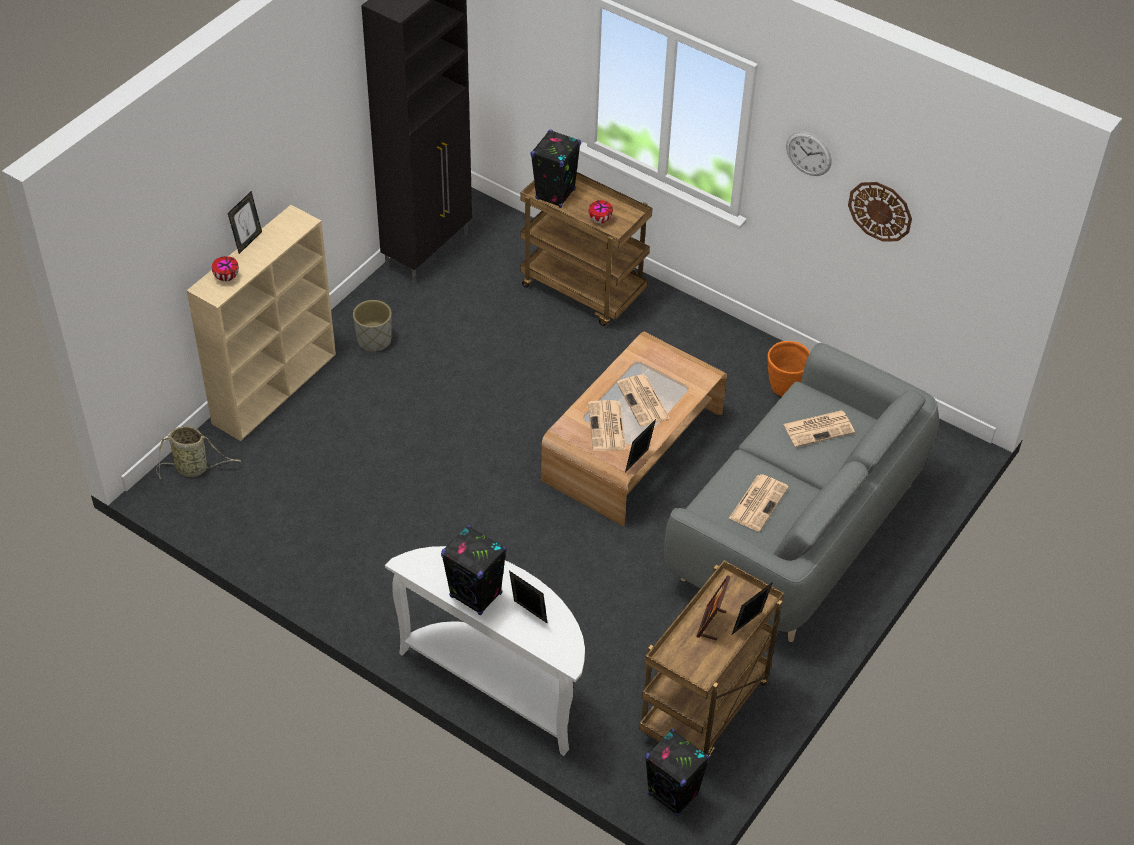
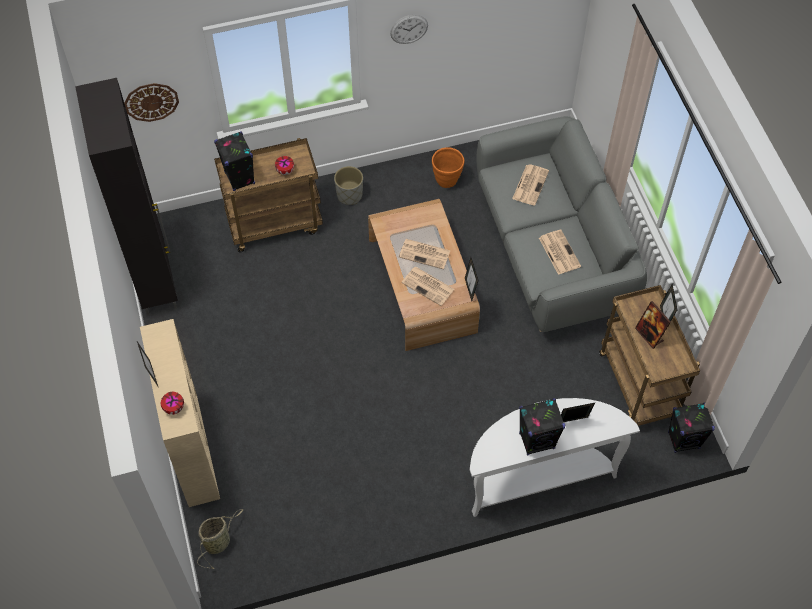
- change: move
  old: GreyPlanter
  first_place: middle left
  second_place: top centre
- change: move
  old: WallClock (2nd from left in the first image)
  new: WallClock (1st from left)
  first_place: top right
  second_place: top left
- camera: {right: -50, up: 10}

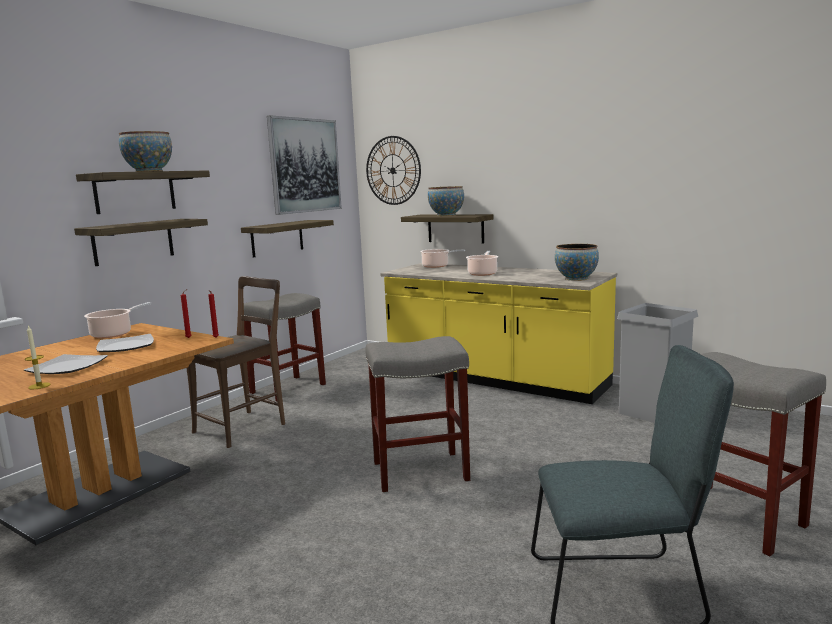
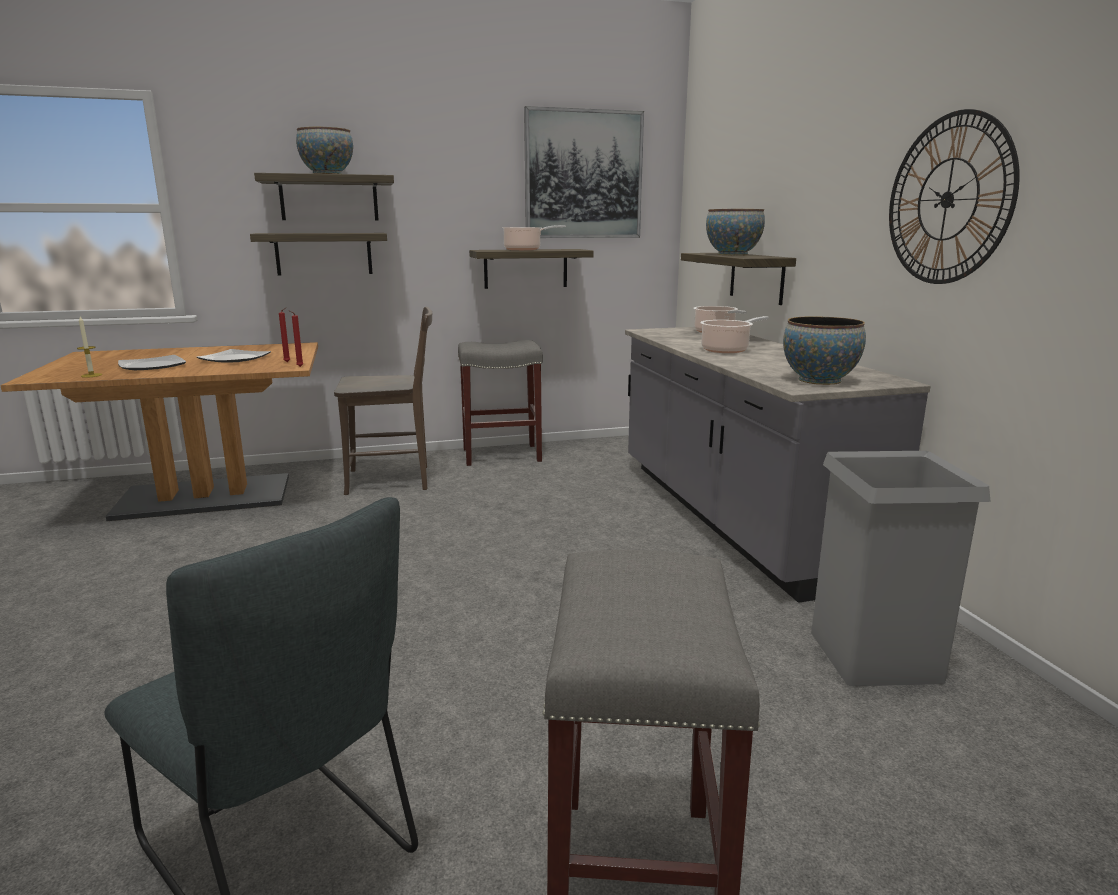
- change: delete
  old: GreyStool (2nd from left)
  first_place: centre
- change: move
  old: CookingPot (1st from left)
  first_place: middle left
  second_place: top centre
- change: move
  old: WallClock
  first_place: top centre
  second_place: top right
- change: recolor
  old: YellowCounter
  new: GreyCounter
  first_place: centre
  second_place: middle right
- camera: {right: 40, up: 5}

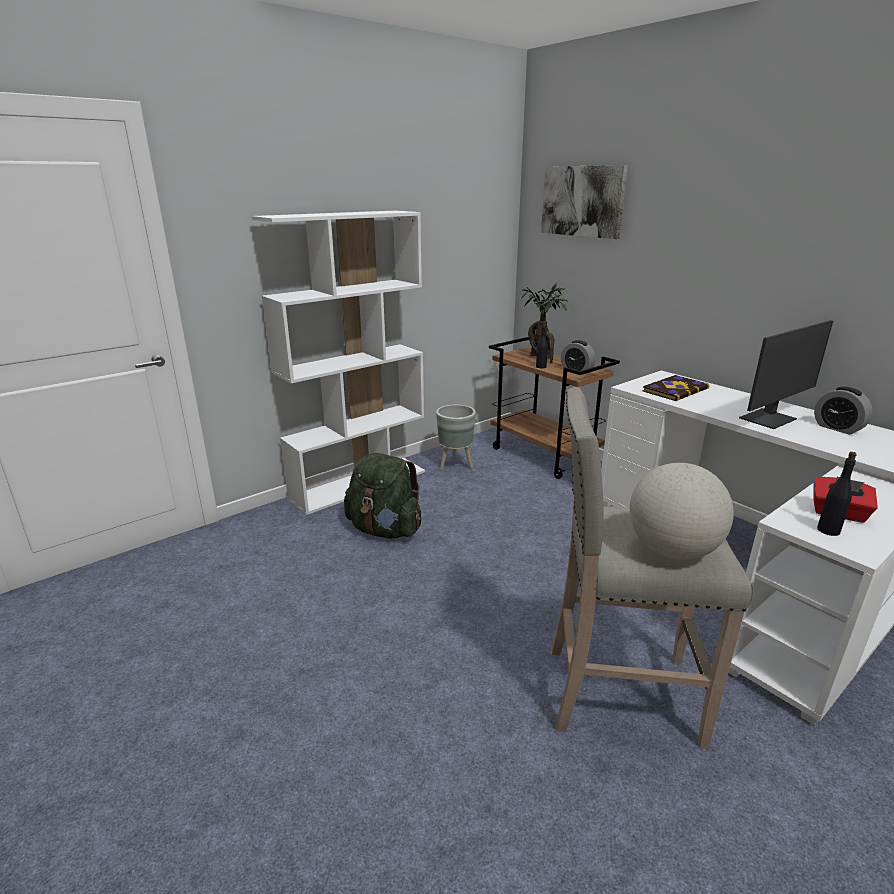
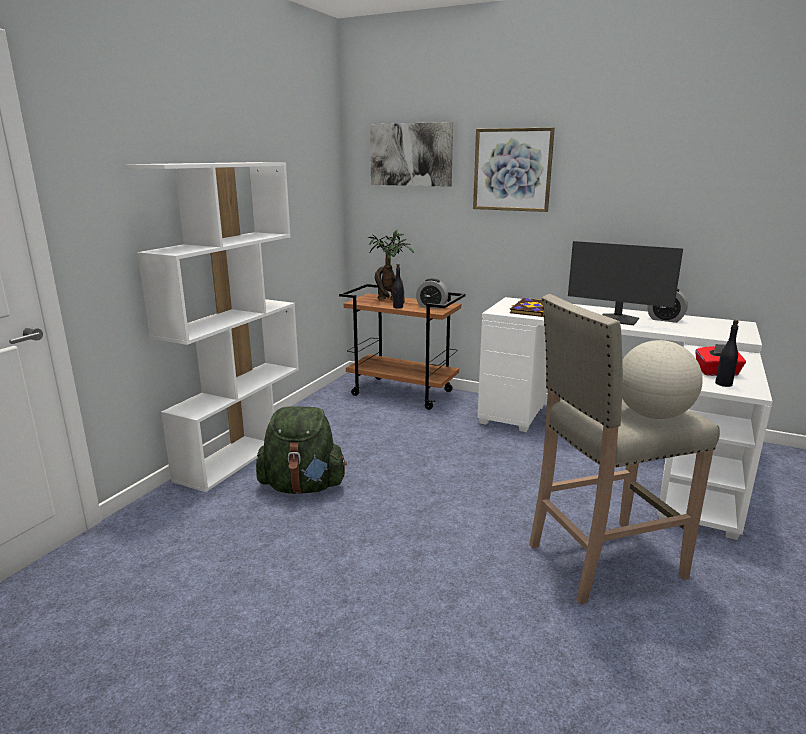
- change: delete
  old: GreyPlanter
  first_place: centre
- change: insert
  new: Picture (2nd from left)
  second_place: top centre
- change: rotate
  old: Monitor
  first_place: middle right
  second_place: middle right
  degrees: 90
- camera: {right: -25, up: -5}

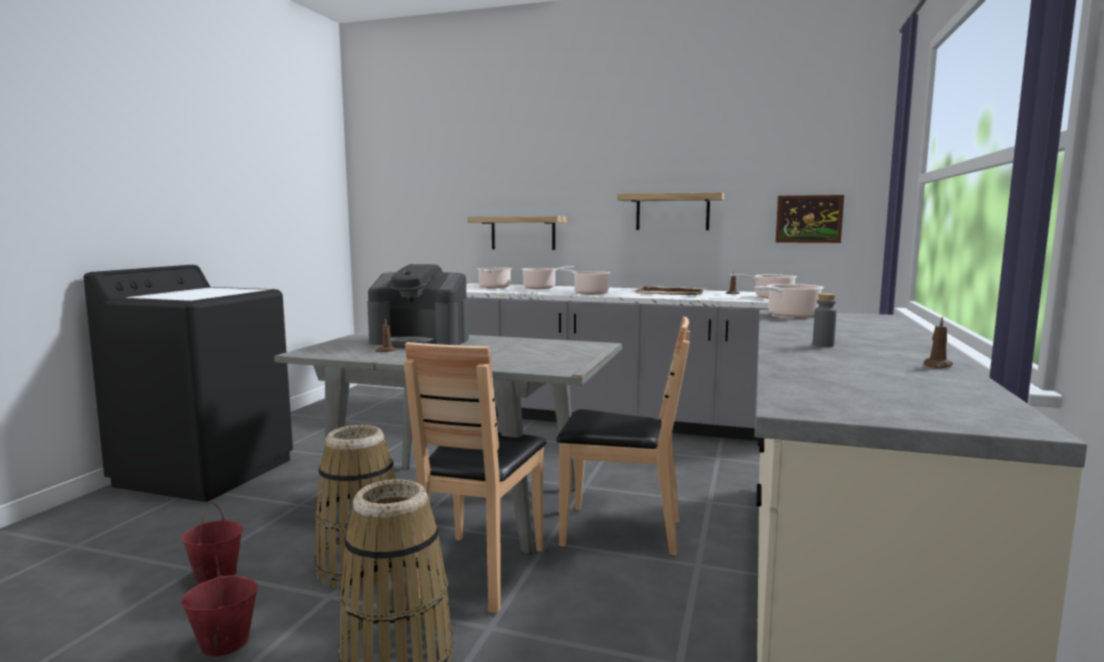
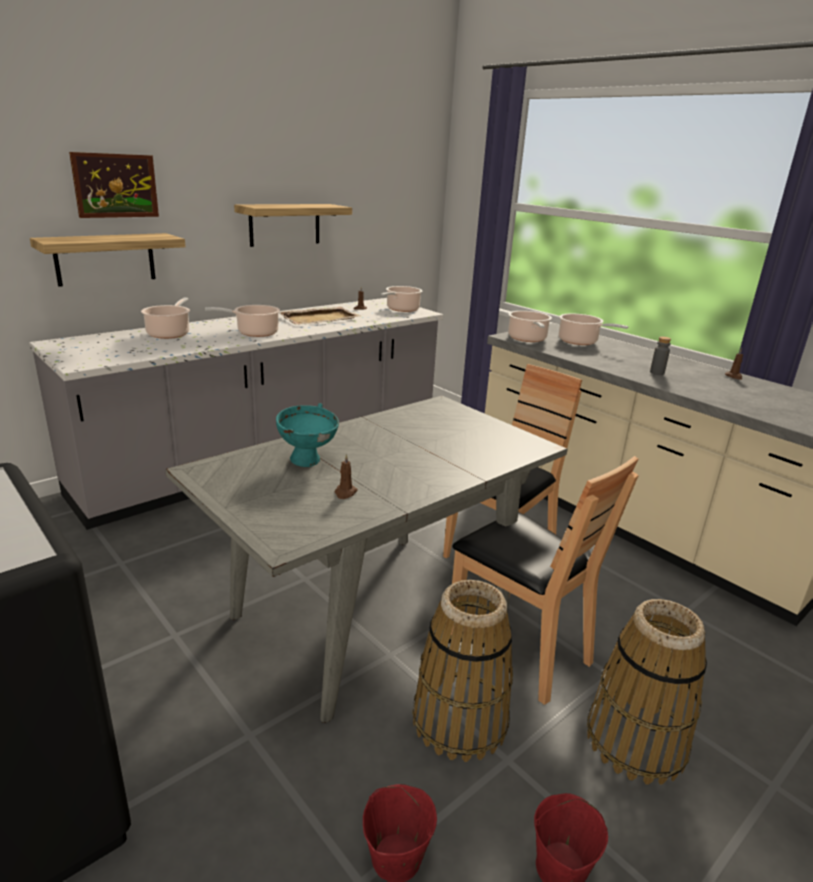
- change: move
  old: CookingPot (1st from left in the first image)
  new: CookingPot (5th from left)
  first_place: centre
  second_place: middle right
- change: move
  old: Picture
  first_place: top right
  second_place: top left
- change: replace
  old: CoffeeMachine
  new: TurquoiseBowl
  first_place: centre
  second_place: centre
- camera: {right: -60, up: 15}

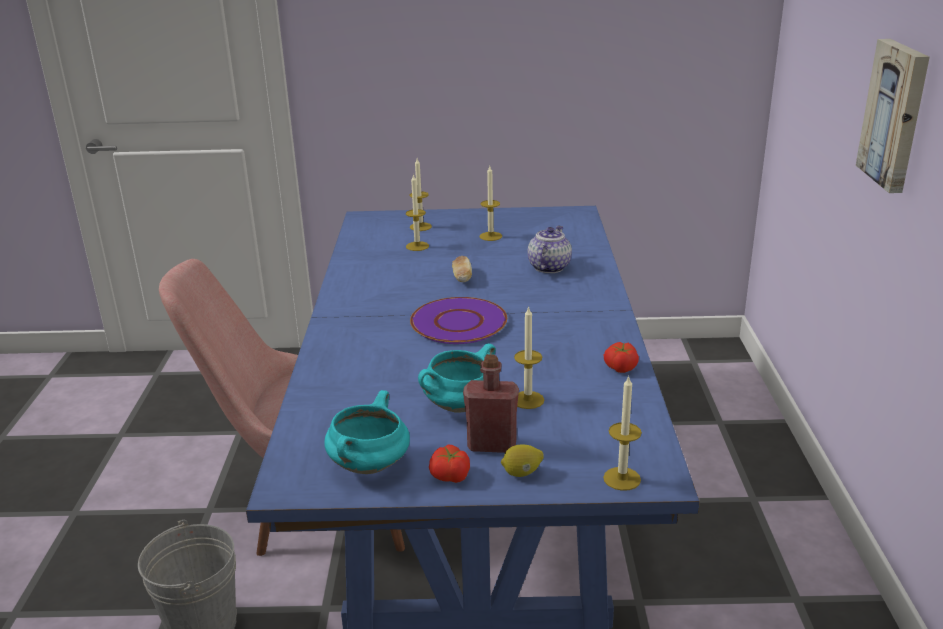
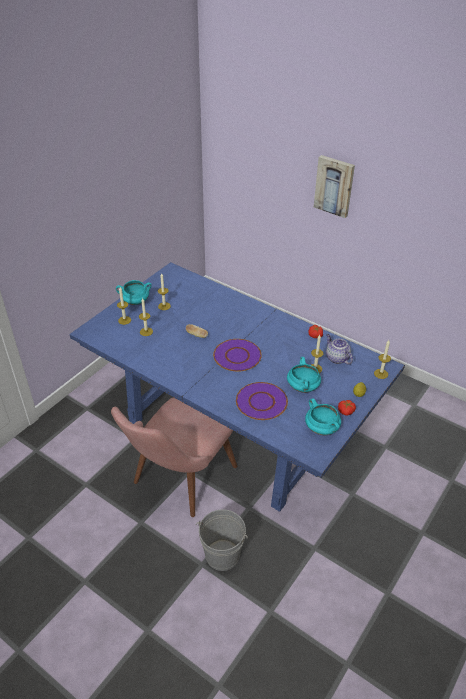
- change: delete
  old: RedBottle
  first_place: centre
- change: insert
  new: TurquoiseCookingPot (1st from left)
  second_place: middle left
- change: insert
  new: PurplePlate (2nd from left)
  second_place: centre
- change: move
  old: Teapot
  first_place: centre
  second_place: middle right
- camera: {right: -55, up: 15}

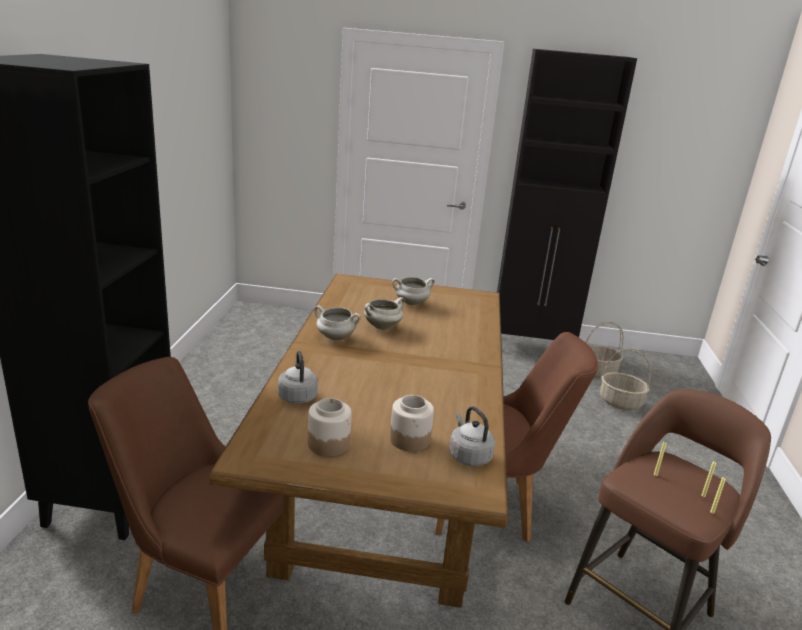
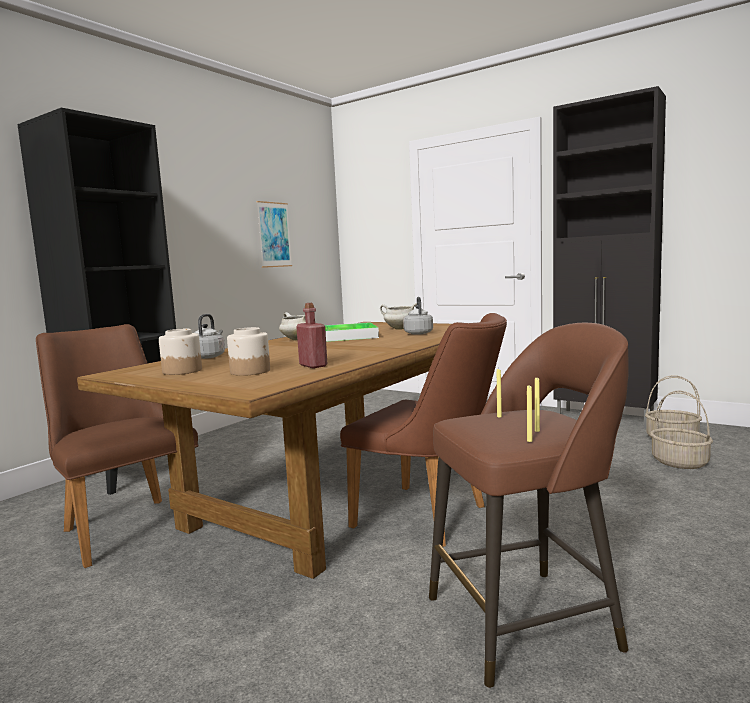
- change: insert
  new: Picture
  second_place: top centre
- change: insert
  new: RedBottle
  second_place: centre
- change: move
  old: GreyKettle (2nd from left)
  first_place: bottom centre
  second_place: centre
- change: replace
  old: WhiteCookingPot (2nd from left)
  new: Tray
  first_place: centre
  second_place: centre
- camera: {right: 30, up: -15}

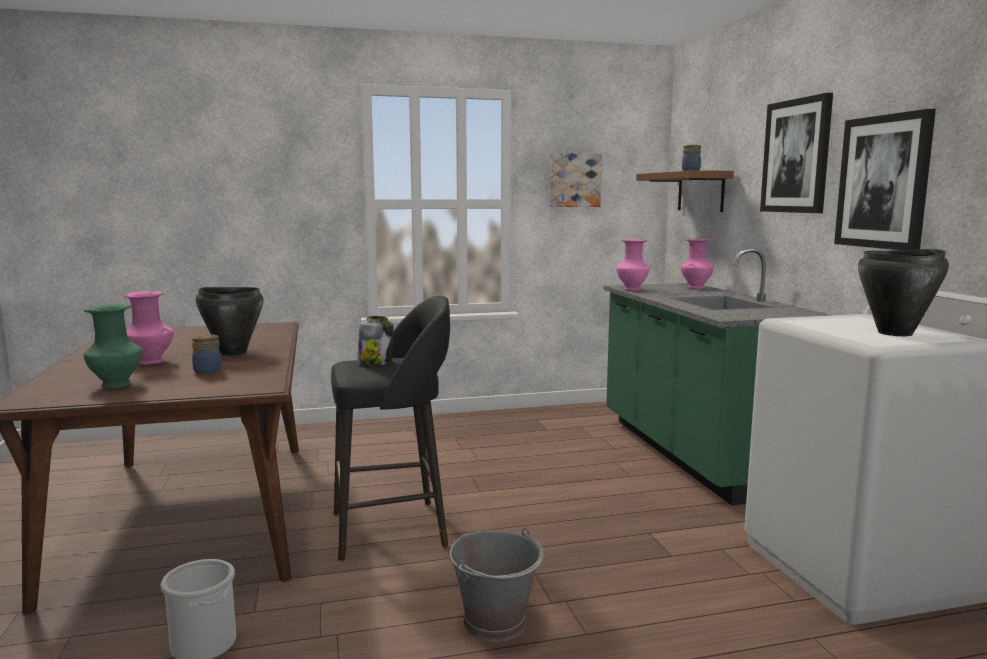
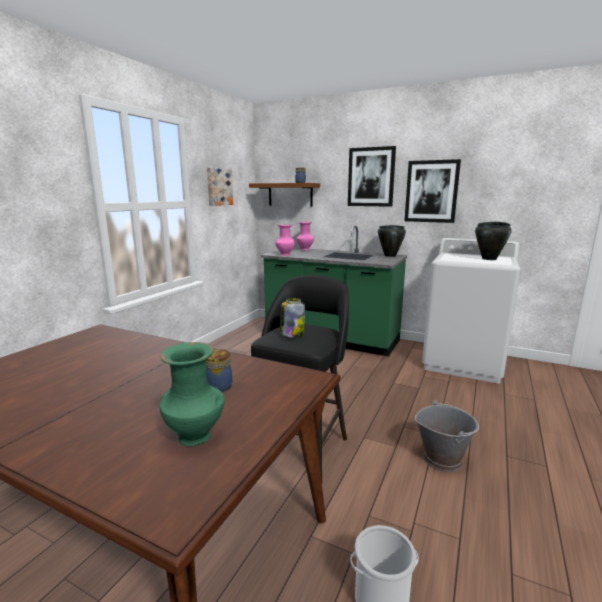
- change: delete
  old: PinkVase (1st from left)
  first_place: middle left
- change: move
  old: BlackCookingPot (1st from left)
  first_place: middle left
  second_place: centre
- camera: {right: -50, up: 5}

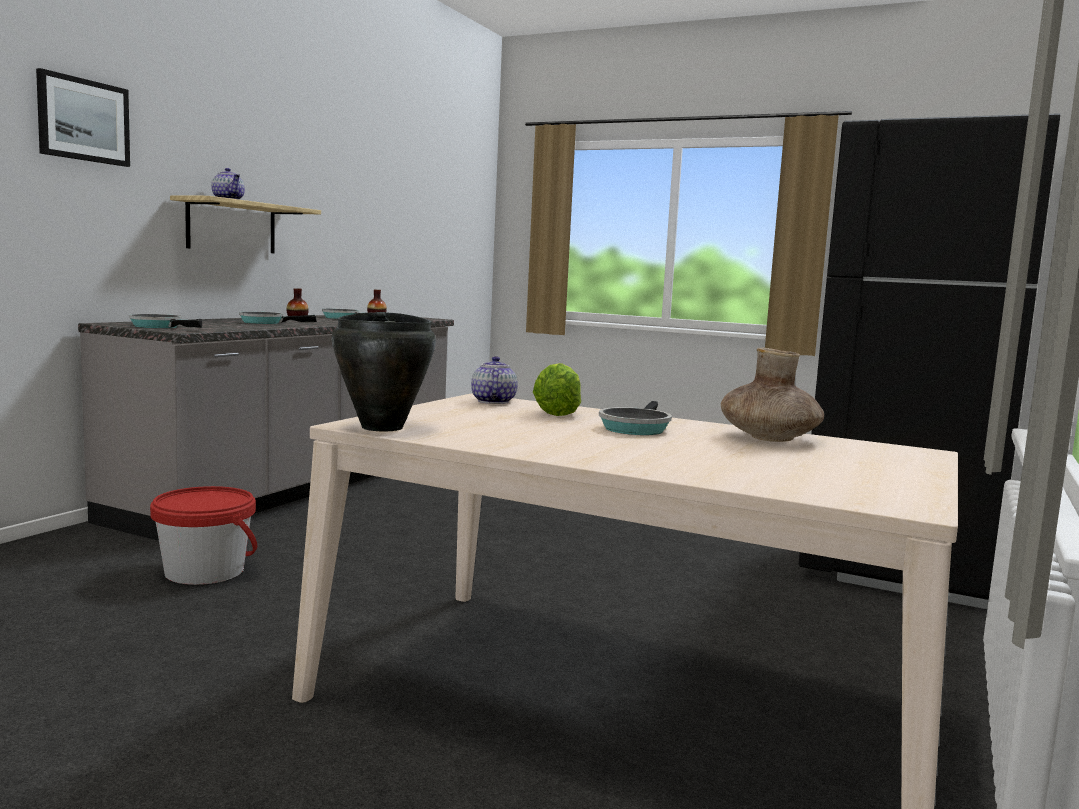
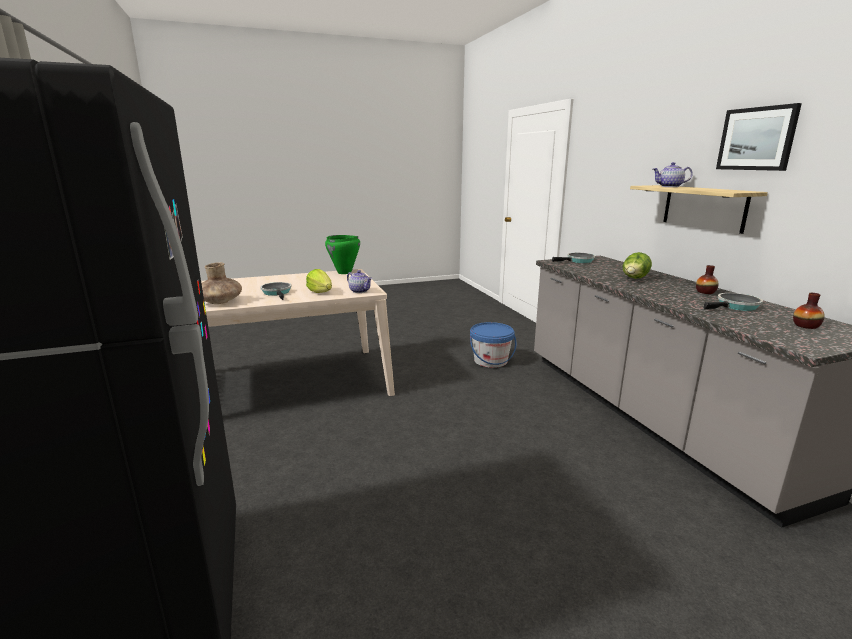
- change: move
  old: Picture
  first_place: top left
  second_place: top right
- change: replace
  old: FryingPan (2nd from left)
  new: Lettuce (2nd from left)
  first_place: middle left
  second_place: middle right
- change: recolor
  old: RedBucket
  new: BlueBucket
  first_place: middle left
  second_place: centre
- change: recolor
  old: BlackCookingPot
  new: GreenCookingPot
  first_place: centre
  second_place: centre
- camera: {right: 135, up: 10}

